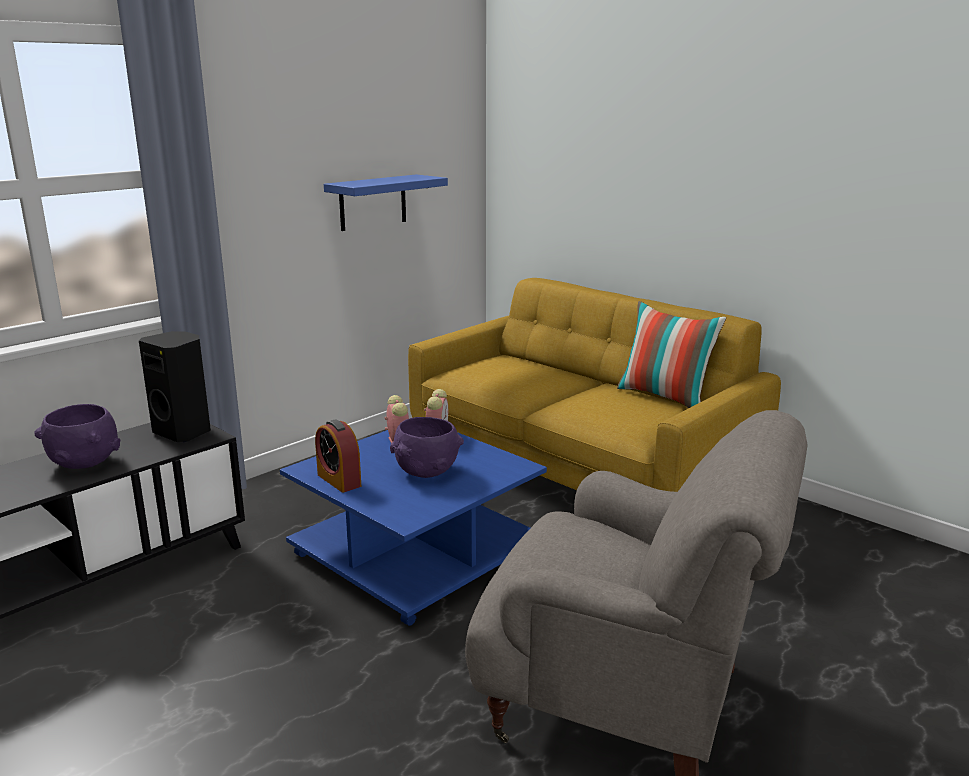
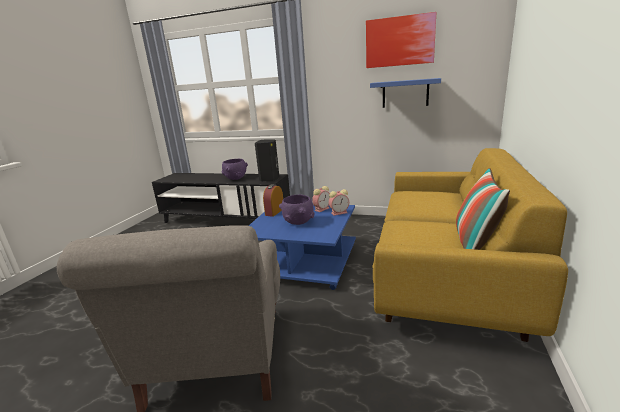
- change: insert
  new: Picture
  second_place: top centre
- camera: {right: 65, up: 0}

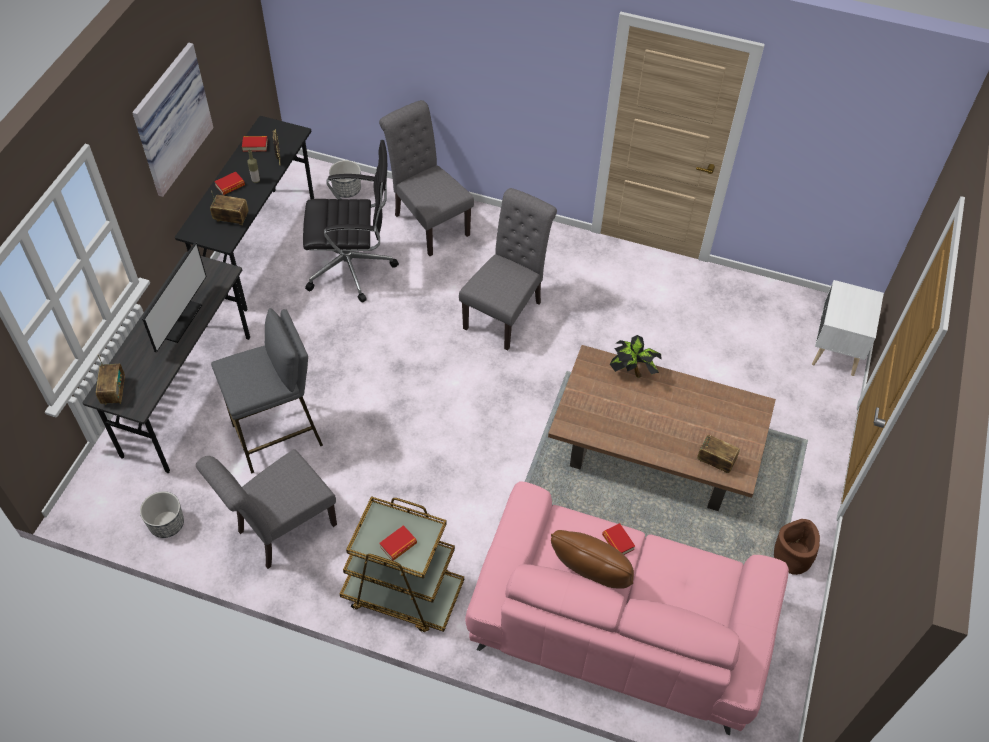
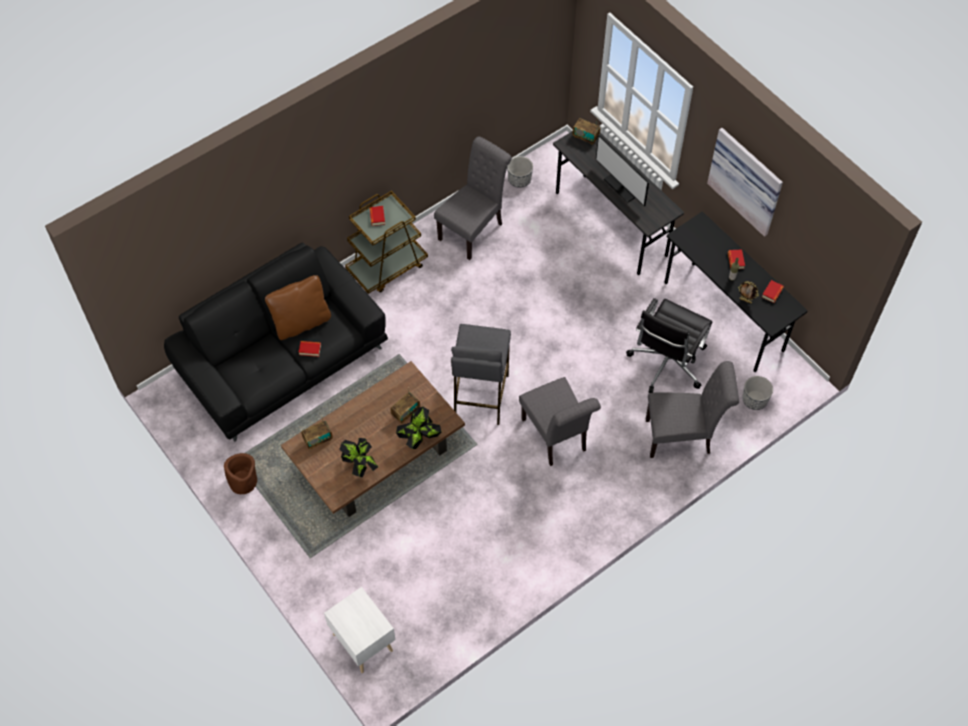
- change: insert
  new: PottedPlant (1st from left)
  second_place: centre
- change: move
  old: Radio (2nd from left)
  first_place: top left
  second_place: centre
- change: move
  old: GreyStool
  first_place: middle left
  second_place: centre
- change: recolor
  old: PinkSofa
  new: BlackSofa
  first_place: bottom centre
  second_place: middle left
- change: rotate
  old: GreyChair (1st from left)
  first_place: bottom left
  second_place: top centre
  degrees: 45
- camera: {right: 125, up: 5}

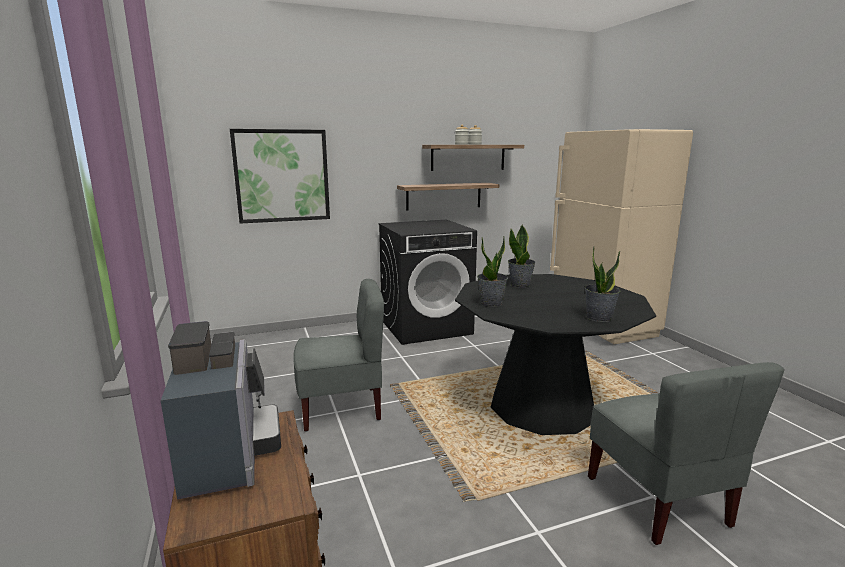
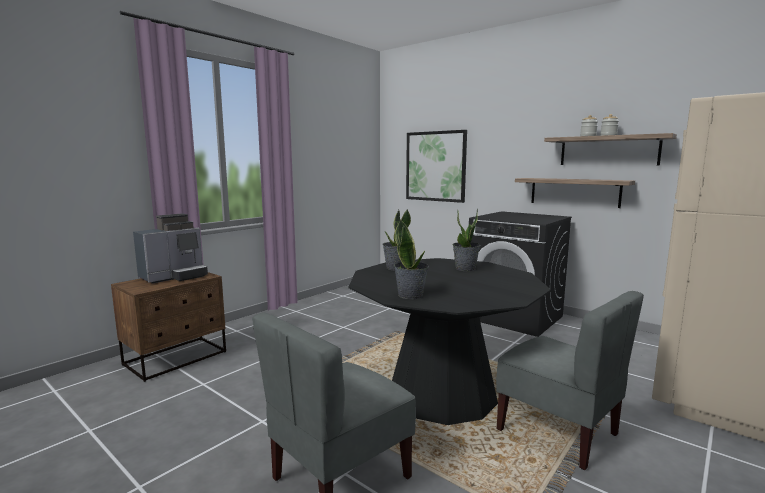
- change: move
  old: GreyChair (1st from left in the first image)
  new: GreyChair (2nd from left)
  first_place: centre
  second_place: bottom right
- camera: {right: 60, up: -5}

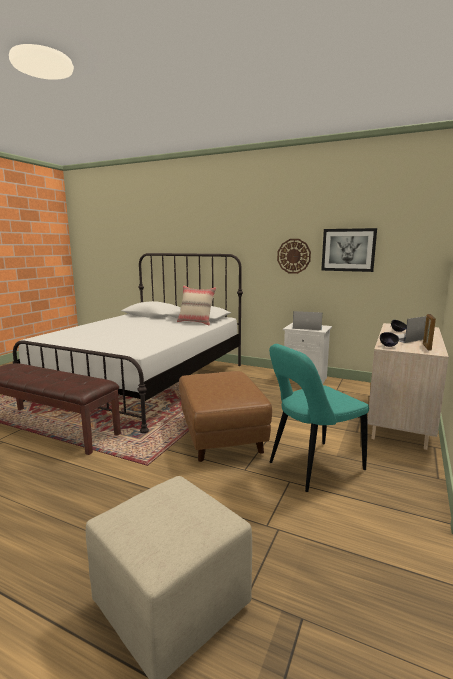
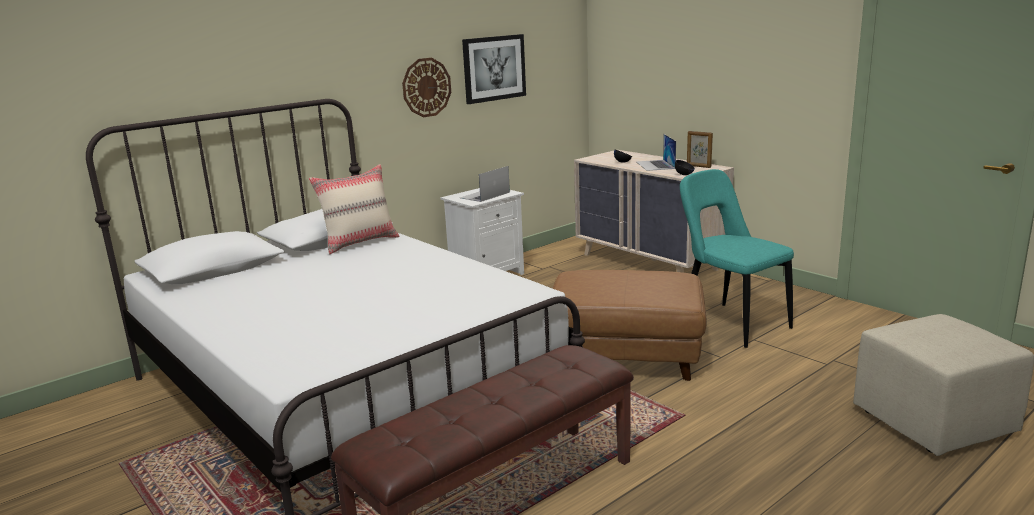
- change: rotate
  old: TurquoiseChair
  first_place: middle right
  second_place: middle right
  degrees: 150
- camera: {right: -65, up: 5}

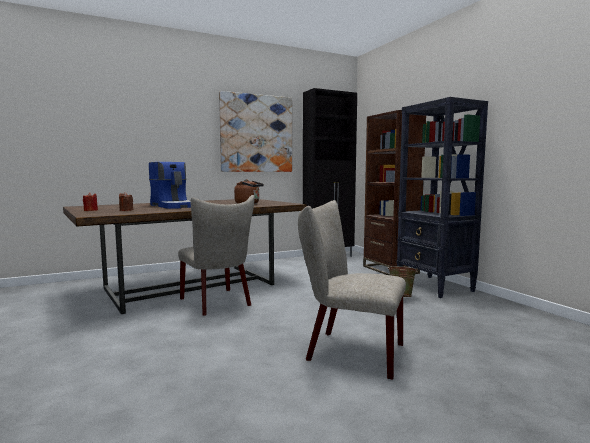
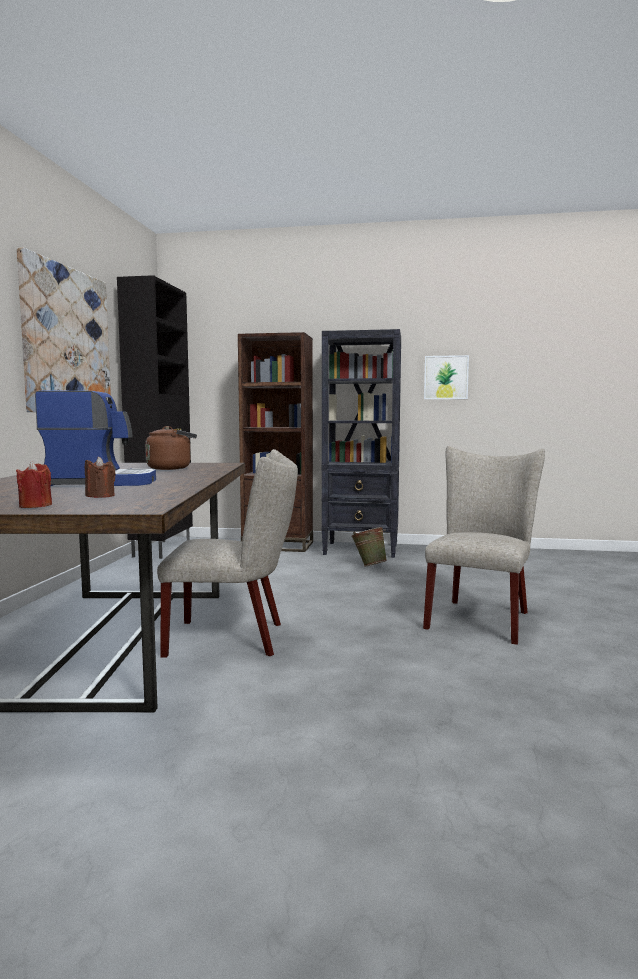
- change: insert
  new: Picture (2nd from left)
  second_place: middle right
- change: rotate
  old: BeigeChair (2nd from left)
  first_place: centre
  second_place: middle right
  degrees: 150
- camera: {right: -55, up: 0}

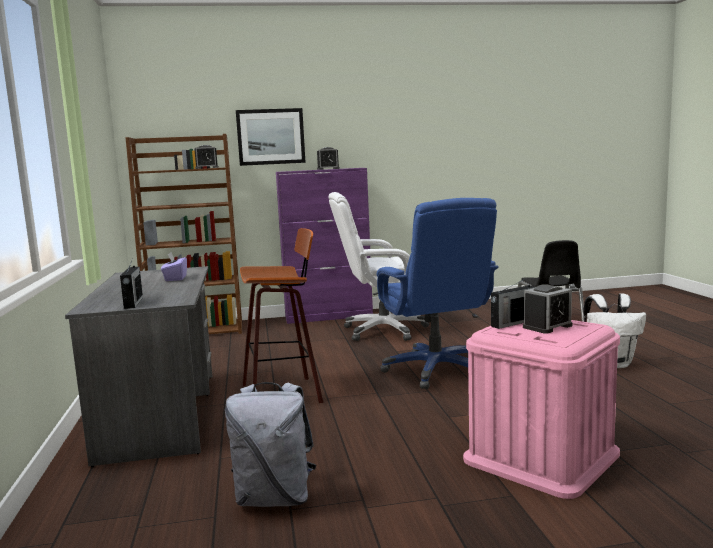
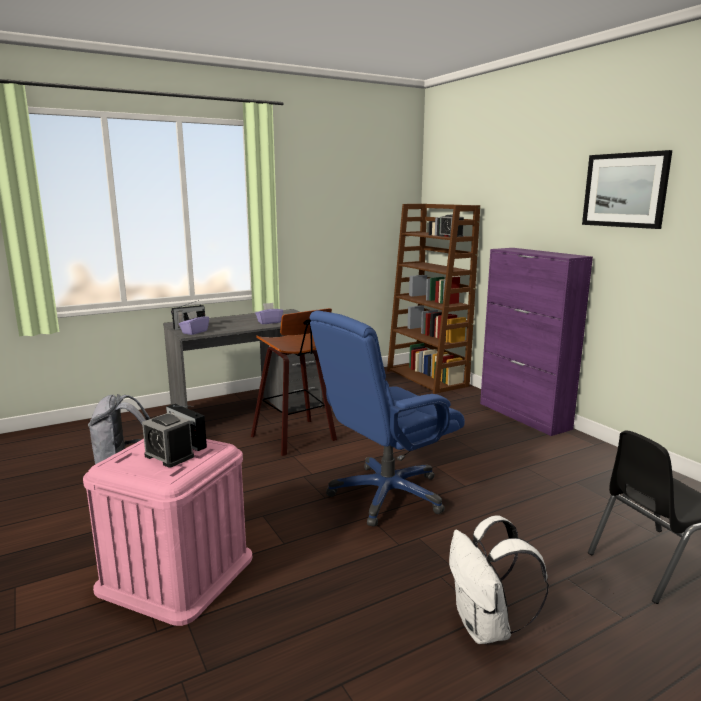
- change: delete
  old: AlarmClock (2nd from left)
  first_place: top centre
- change: delete
  old: WhiteOfficeChair
  first_place: centre
- change: insert
  new: PurpleTissueBox (1st from left)
  second_place: middle left
- change: move
  old: Picture
  first_place: top centre
  second_place: top right
- camera: {right: 70, up: 5}

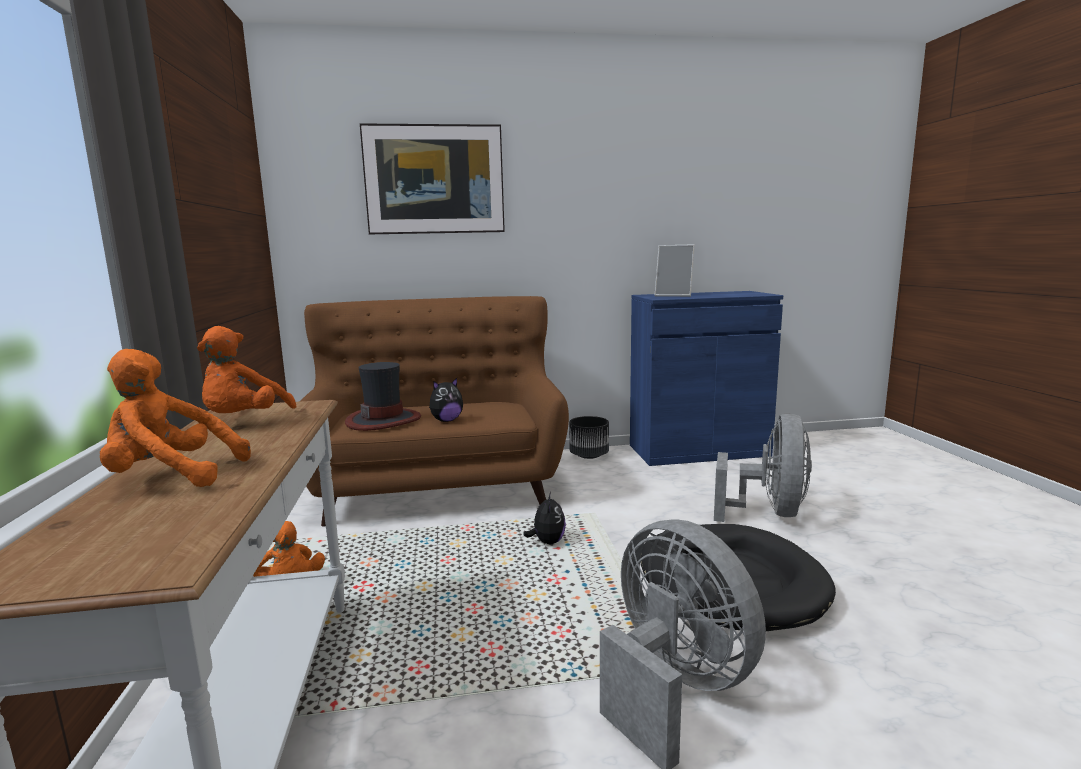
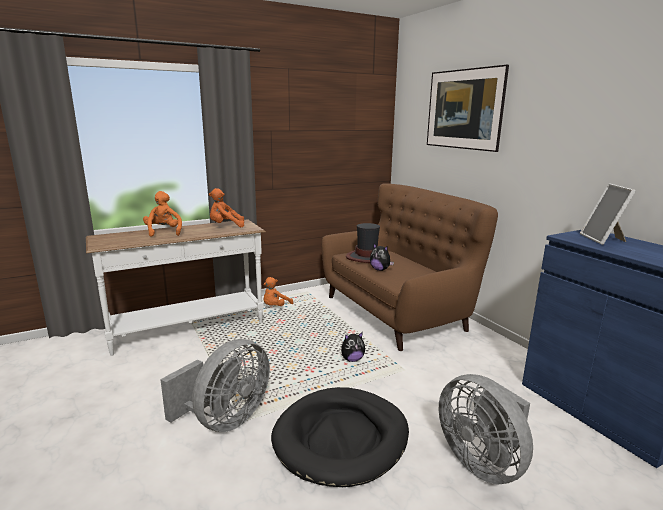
- change: delete
  old: BlackPlanter
  first_place: centre
- change: rotate
  old: GreyFan (2nd from left)
  first_place: middle right
  second_place: bottom right
  degrees: 60
- camera: {right: 70, up: 5}

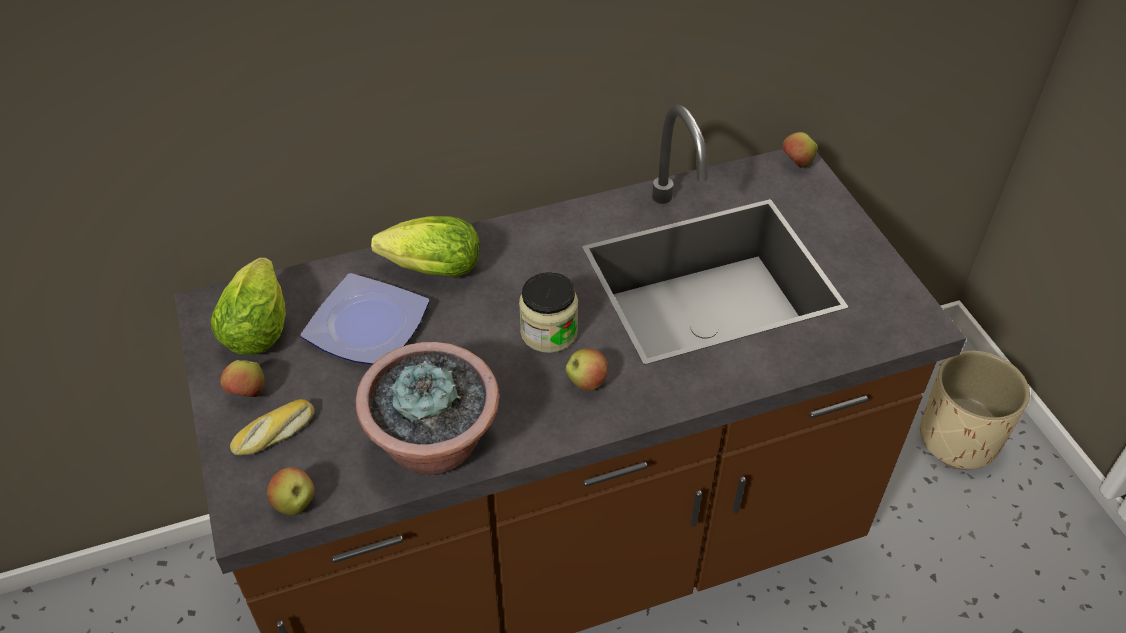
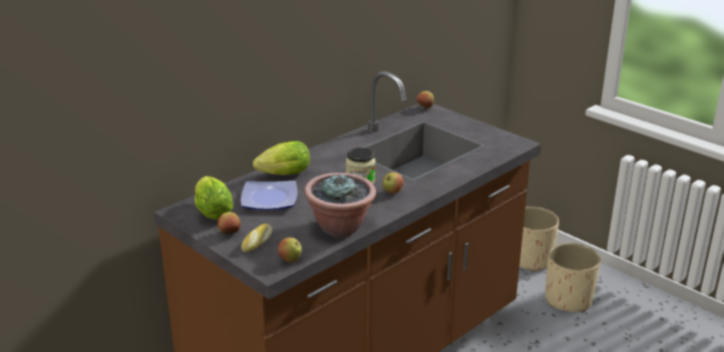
- change: insert
  new: BeigePlanter (2nd from left)
  second_place: bottom right
- camera: {right: -25, up: -20}

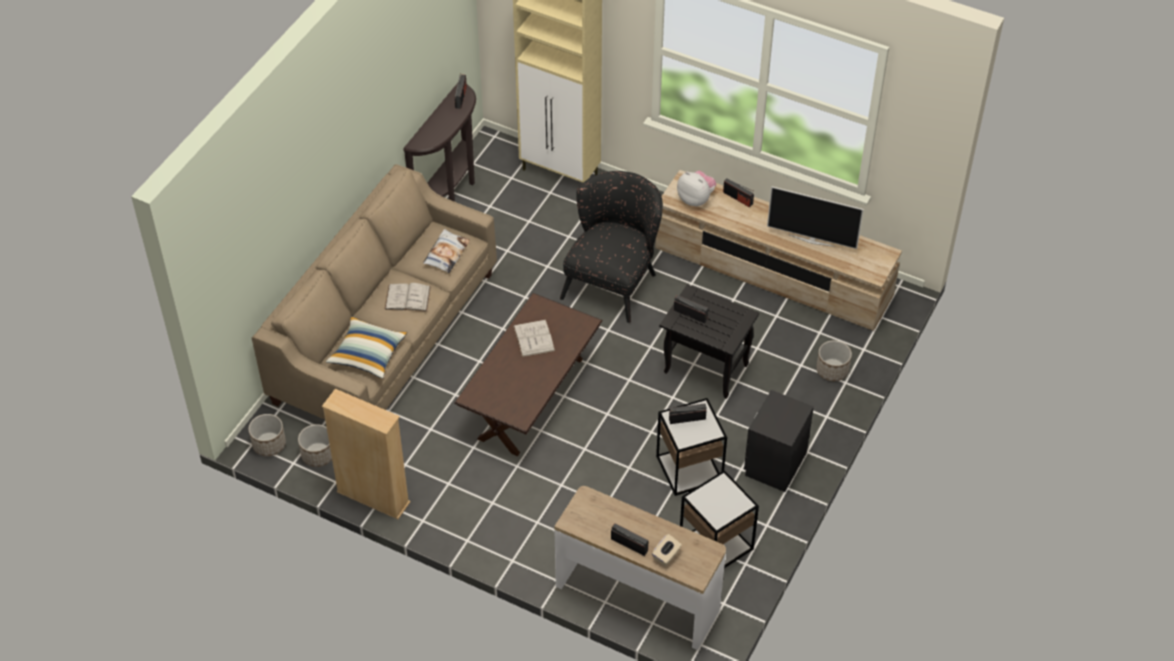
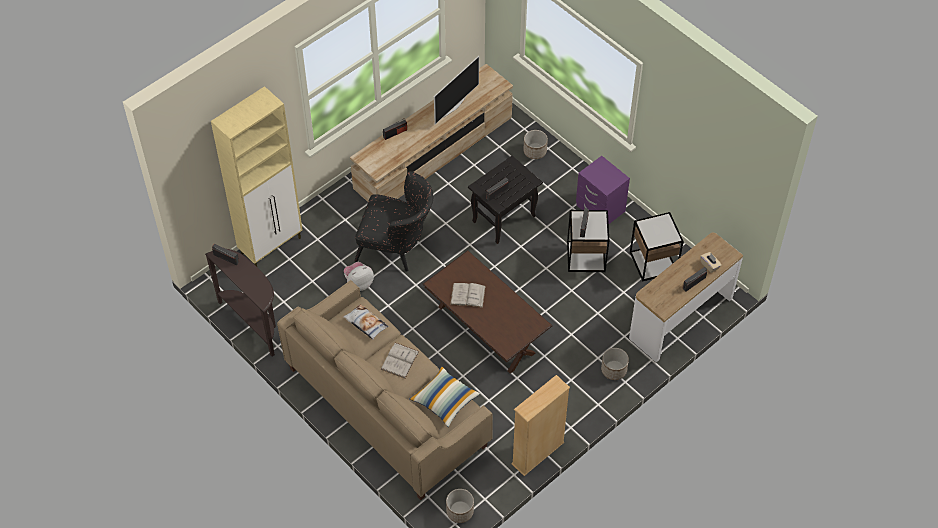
- change: move
  old: Planter (2nd from left in the first image)
  new: Planter (3rd from left)
  first_place: bottom left
  second_place: bottom centre
- change: move
  old: PlushToy
  first_place: top centre
  second_place: centre
- change: recolor
  old: BlackNightstand
  new: PurpleNightstand
  first_place: bottom centre
  second_place: centre
- change: rotate
  old: BlackArmchair
  first_place: centre
  second_place: centre
  degrees: 150
- camera: {right: -70, up: 5}

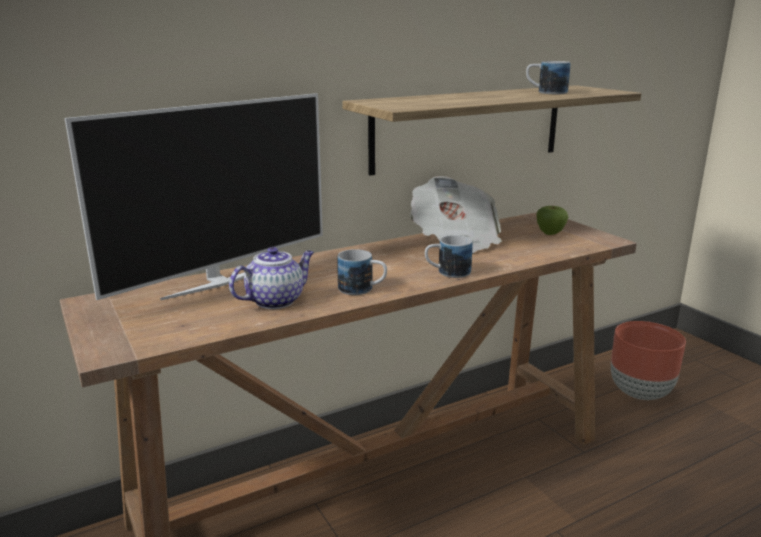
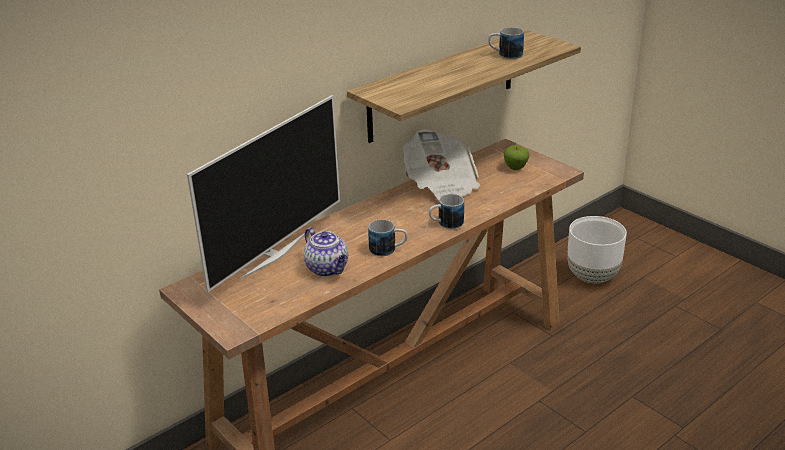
- change: recolor
  old: BrownPlanter
  new: WhitePlanter
  first_place: bottom right
  second_place: middle right
- change: rotate
  old: Teapot
  first_place: centre
  second_place: centre
  degrees: 105
- camera: {right: -10, up: 10}

